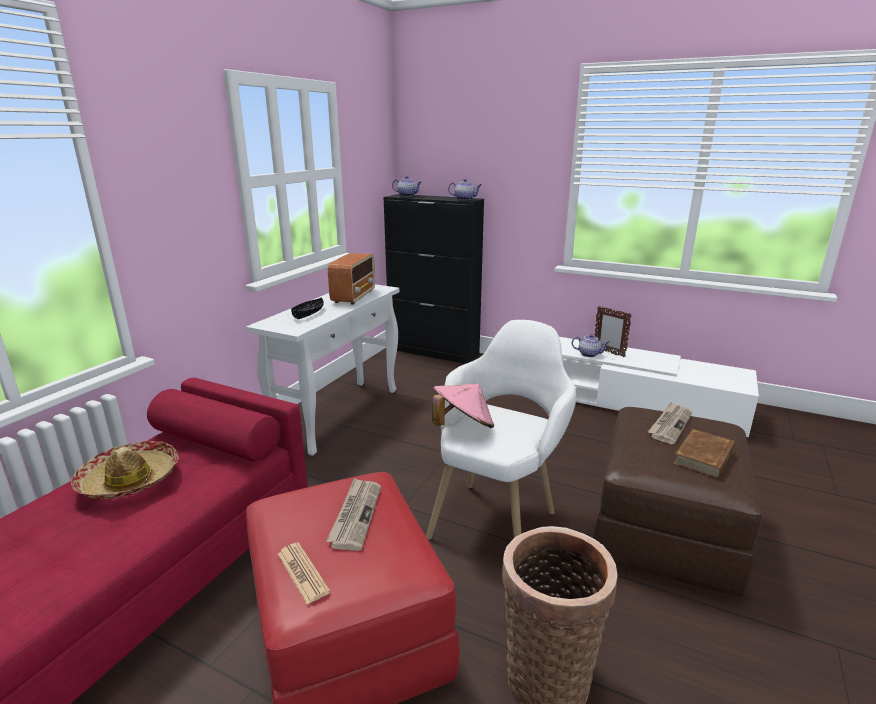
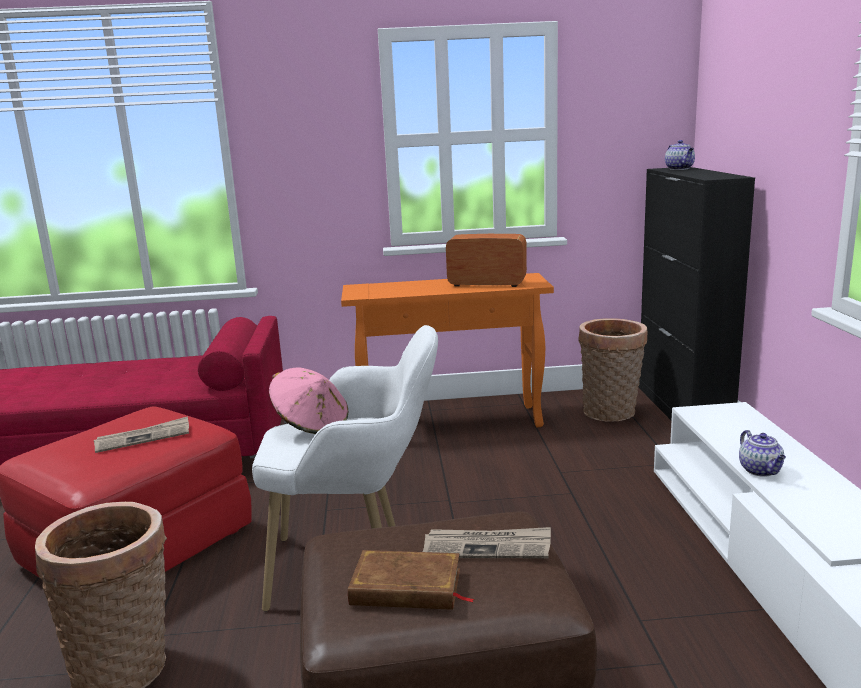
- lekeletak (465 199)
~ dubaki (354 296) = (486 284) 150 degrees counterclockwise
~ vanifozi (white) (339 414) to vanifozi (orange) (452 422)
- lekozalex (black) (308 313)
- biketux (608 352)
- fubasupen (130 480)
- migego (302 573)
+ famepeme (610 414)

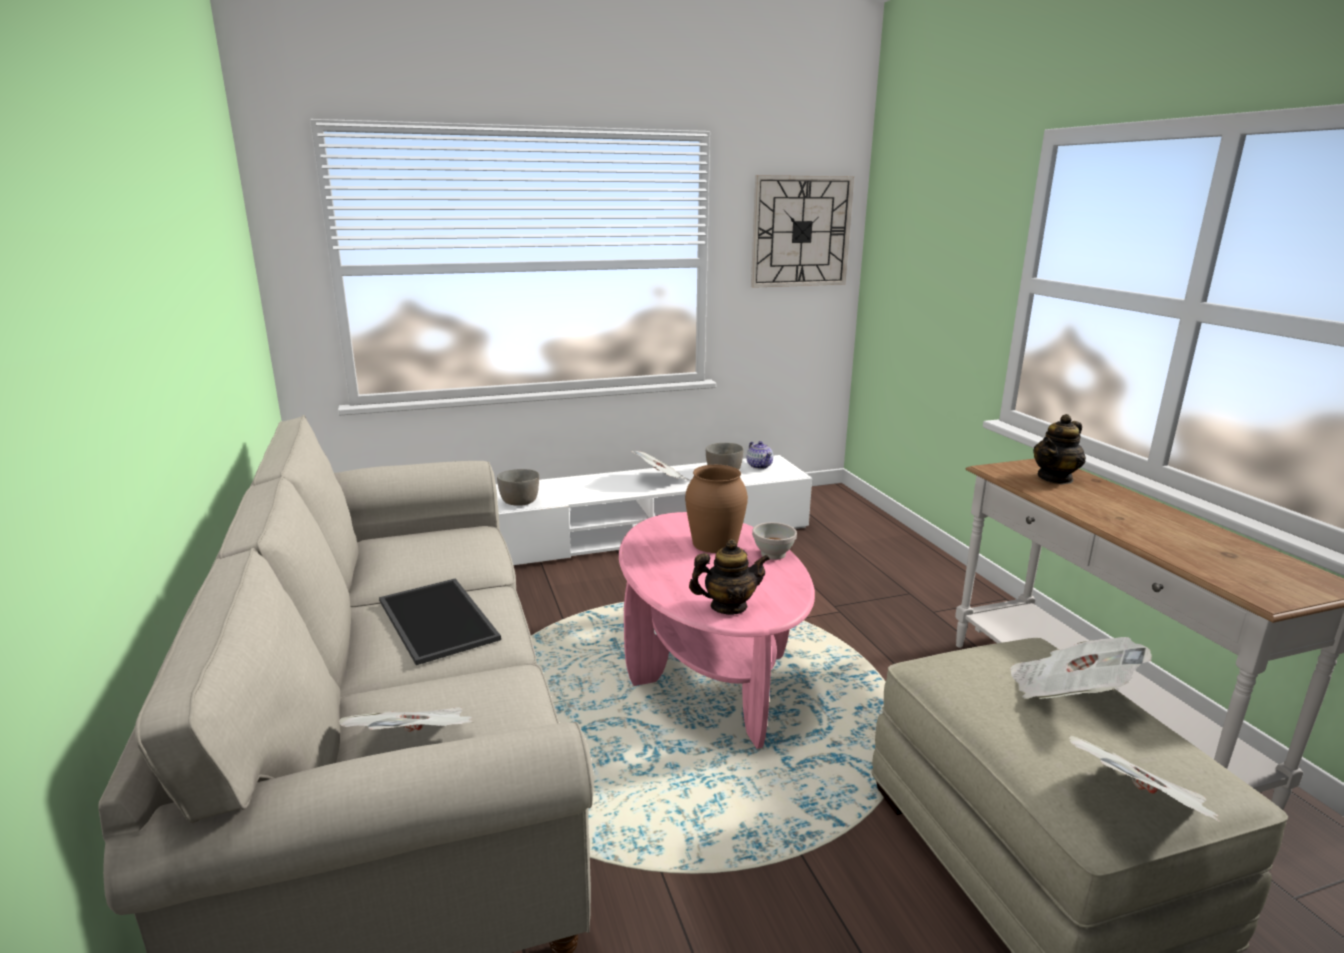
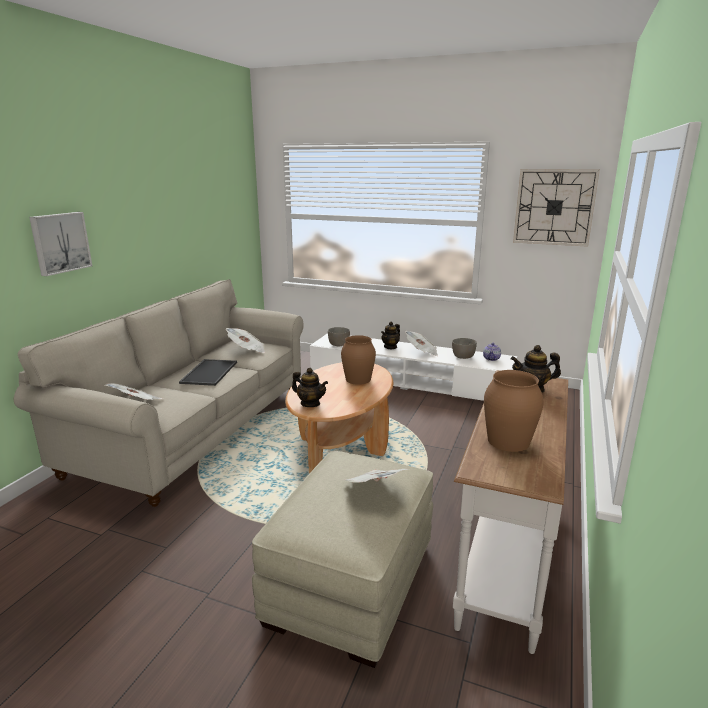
~ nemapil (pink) (709 672) to nemapil (brown) (342 448)
- lekozalex (white) (773 554)
~ migego (1140 808) to (247 350)
+ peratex (60 242)
+ lekeletak (390 347)
+ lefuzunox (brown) (508 441)

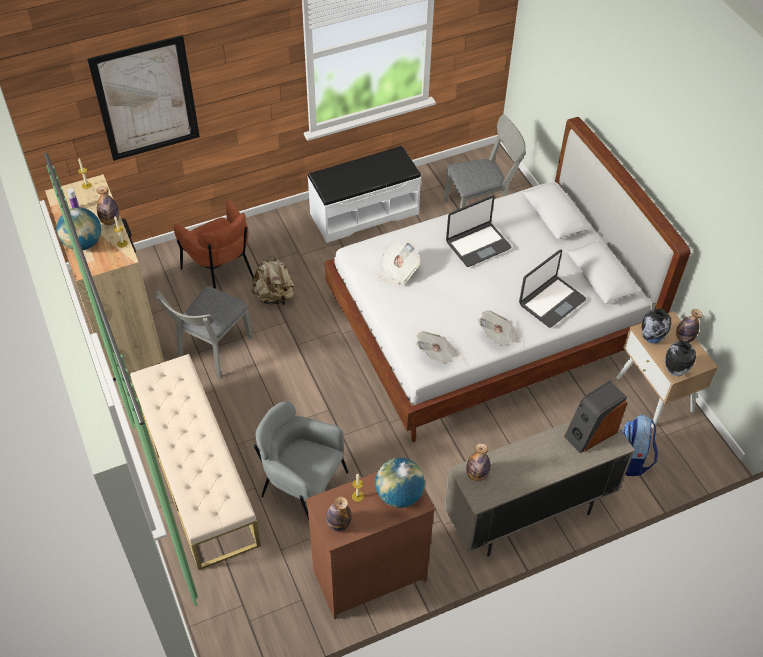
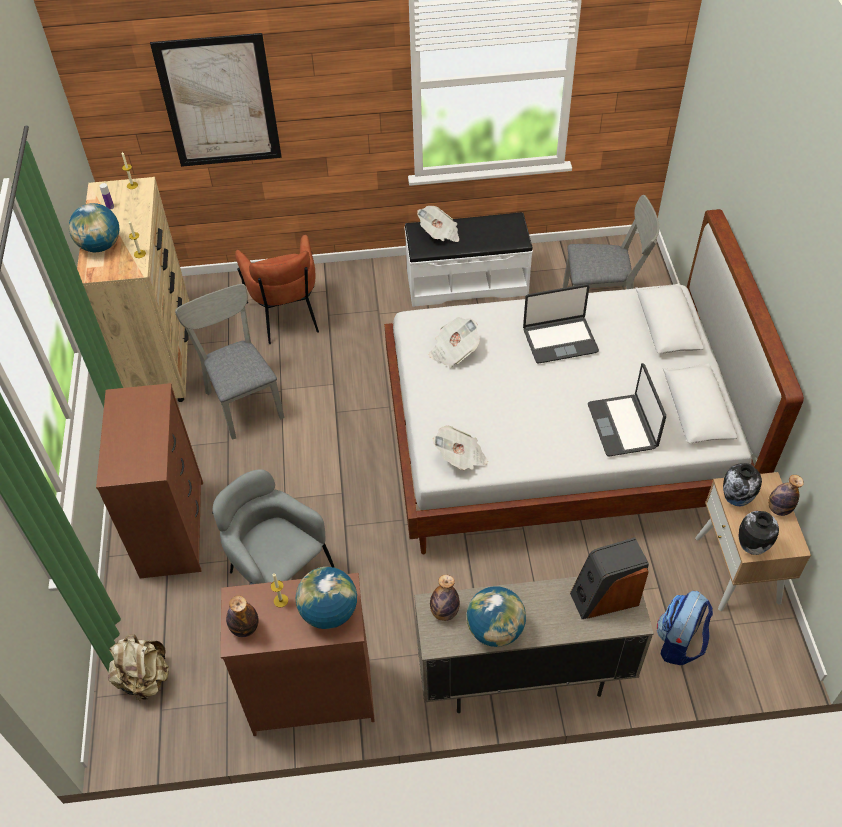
- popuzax (110 221)
~ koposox (551 302) = (623 426) 105 degrees clockwise
~ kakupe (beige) (275 296) to (144 679)
~ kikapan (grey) (212 352) = (242 400) 105 degrees clockwise
~ migego (498 336) to (439 233)
~ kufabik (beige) (197 473) to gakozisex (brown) (173 528)
+ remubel (495 630)

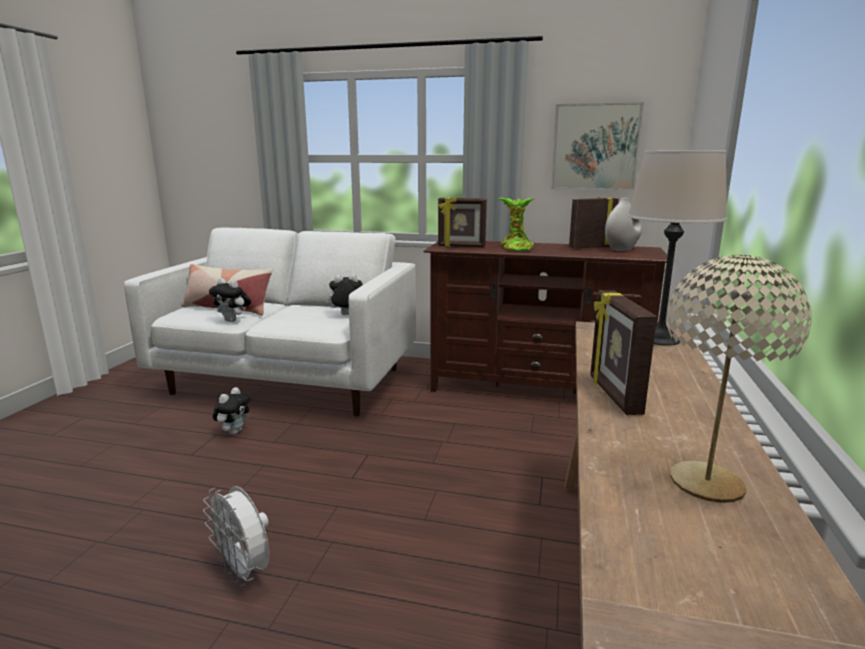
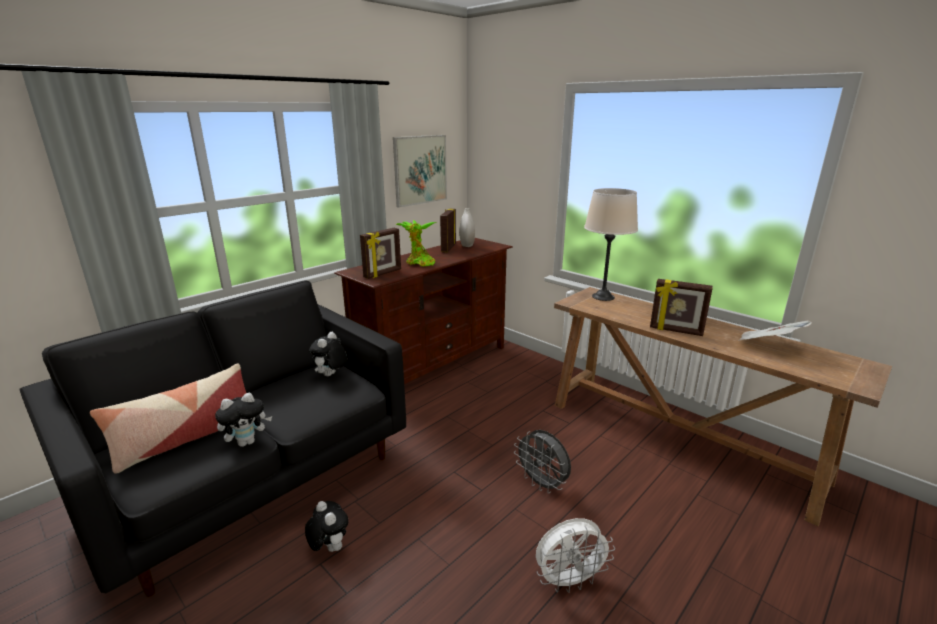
~ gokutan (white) (288 381) to gokutan (black) (253 481)
~ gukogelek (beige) (705 483) to migego (768 345)
+ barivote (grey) (542 484)

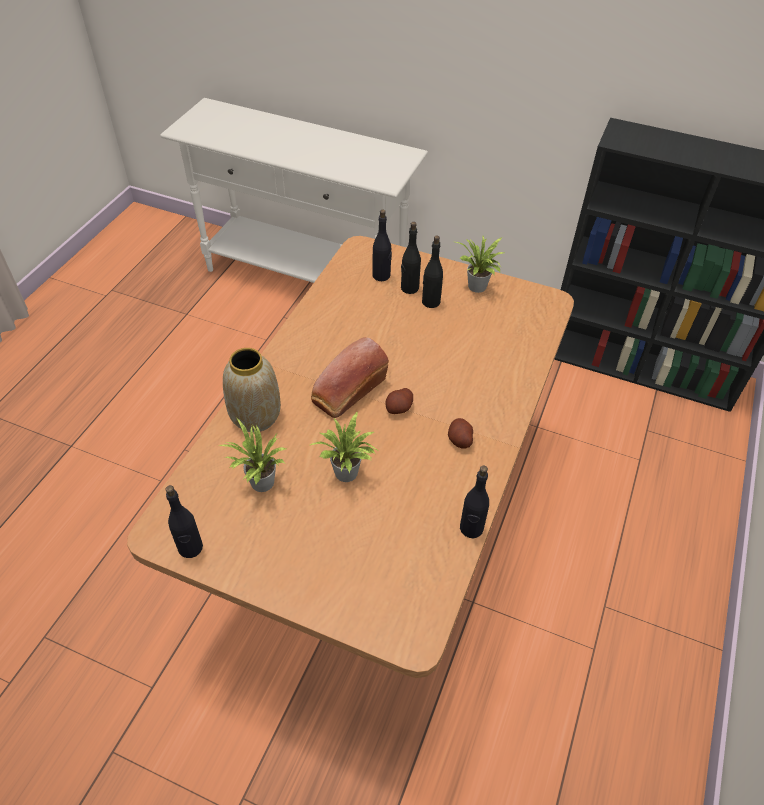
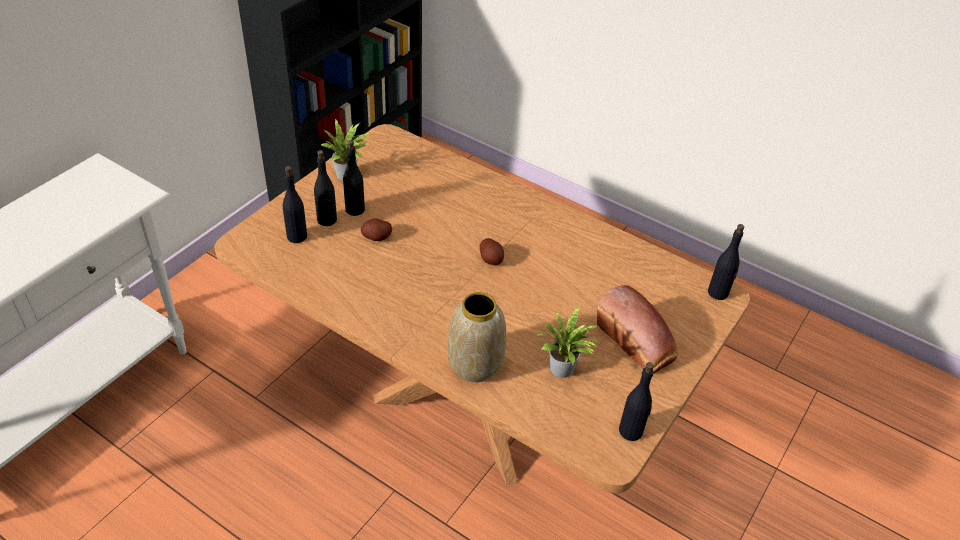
~ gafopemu (347 391) to (637 344)
- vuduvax (348 475)
~ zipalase (459 440) to (376 237)
~ popuzax (black) (471 528) to (718 293)

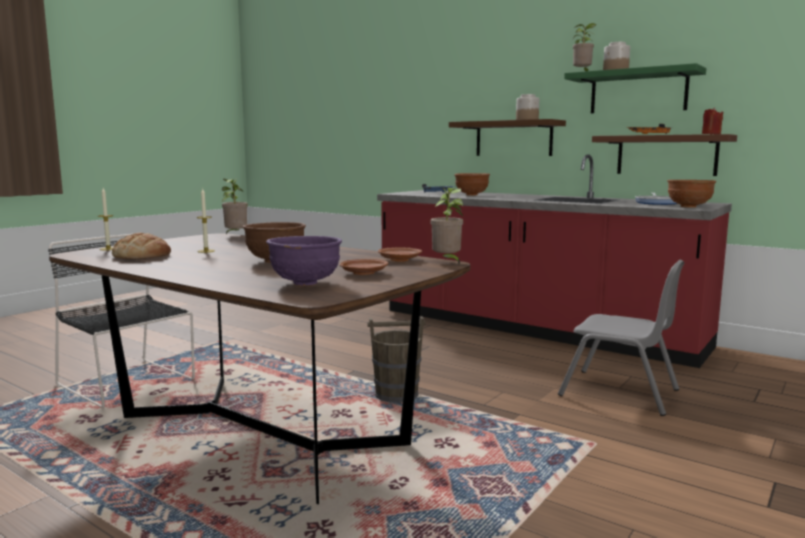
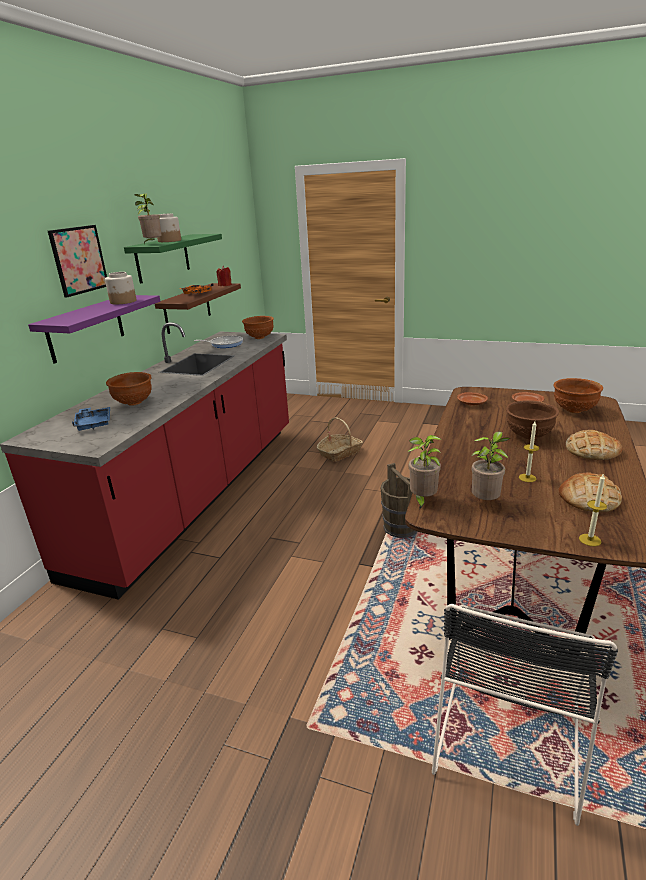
~ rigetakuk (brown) (513 138) to rigetakuk (purple) (86 328)
~ vuduvax (447 262) to (486 502)
~ lekozalex (purple) (306 283) to lekozalex (brown) (573 410)
~ kikapan (grey) (620 393) to famepeme (340 453)
+ peratex (79 260)
+ gafopemu (591 451)

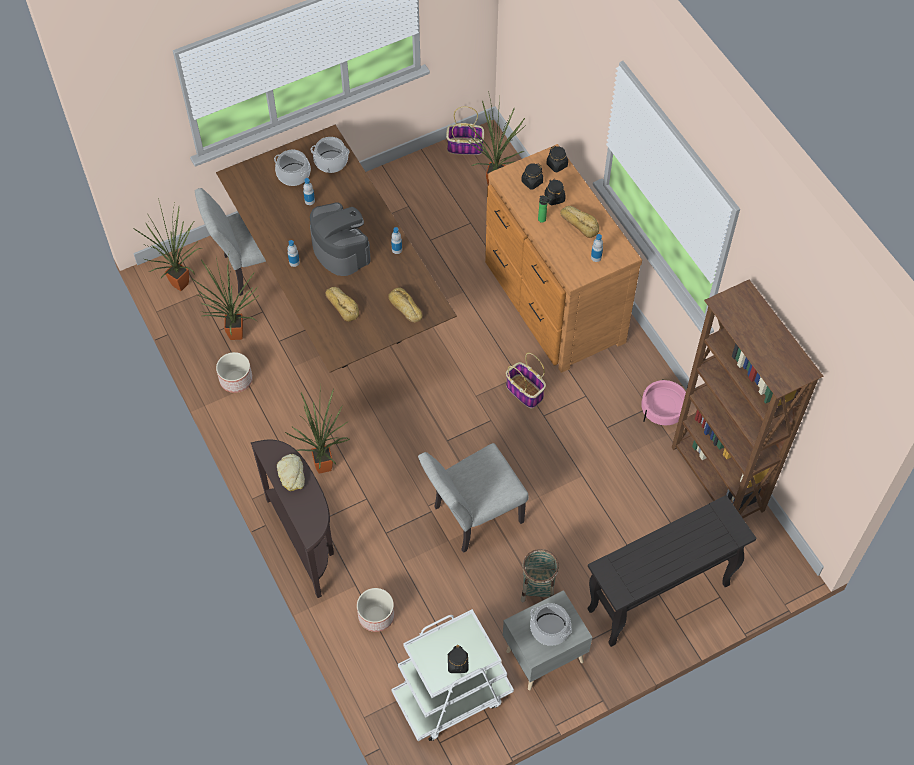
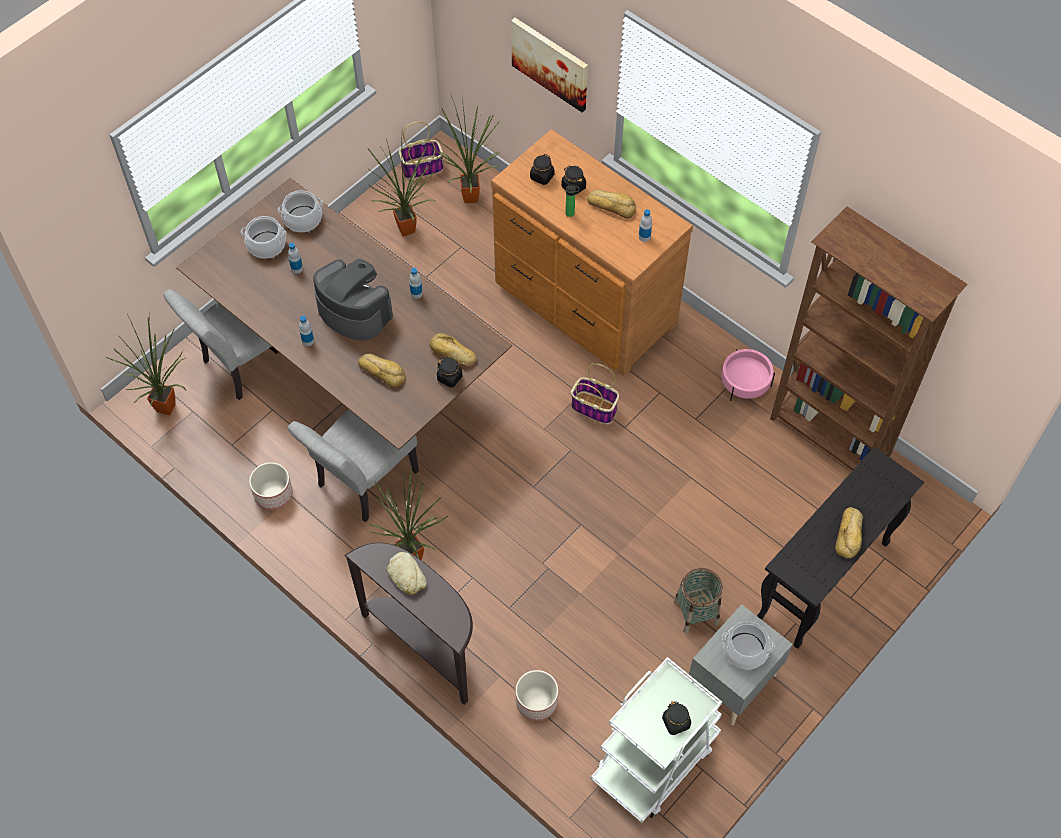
~ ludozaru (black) (557 165) to (450 378)
~ vuduvax (235 337) to (407 232)
~ kikapan (grey) (472 517) to (362 483)
+ peratex (550 63)
+ gafopemu (849 535)

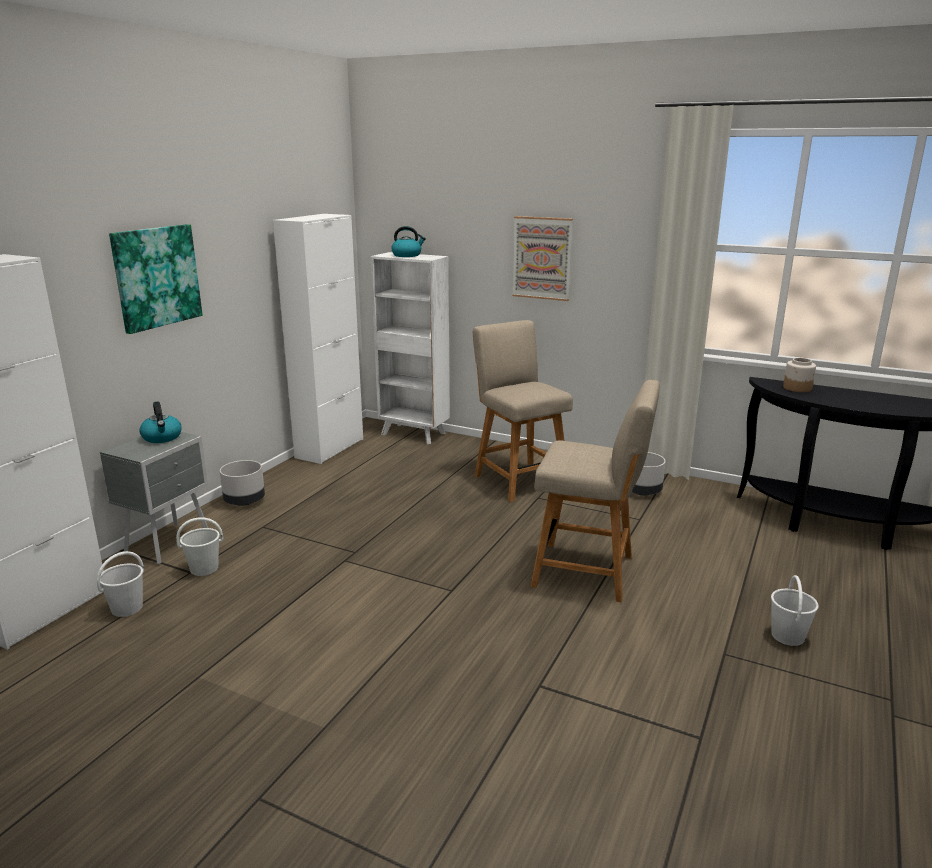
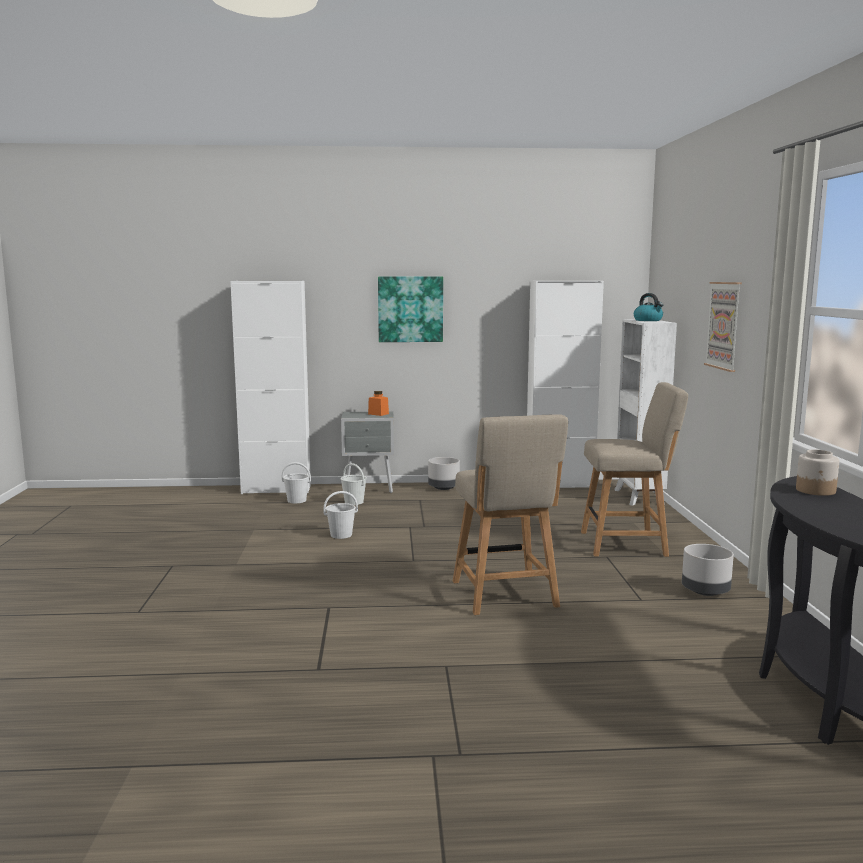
~ kikapan (beige) (518 479) = (628 544) 60 degrees clockwise
~ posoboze (162 438) to ludozaru (orange) (378 414)
~ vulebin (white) (787 636) to (341 535)

